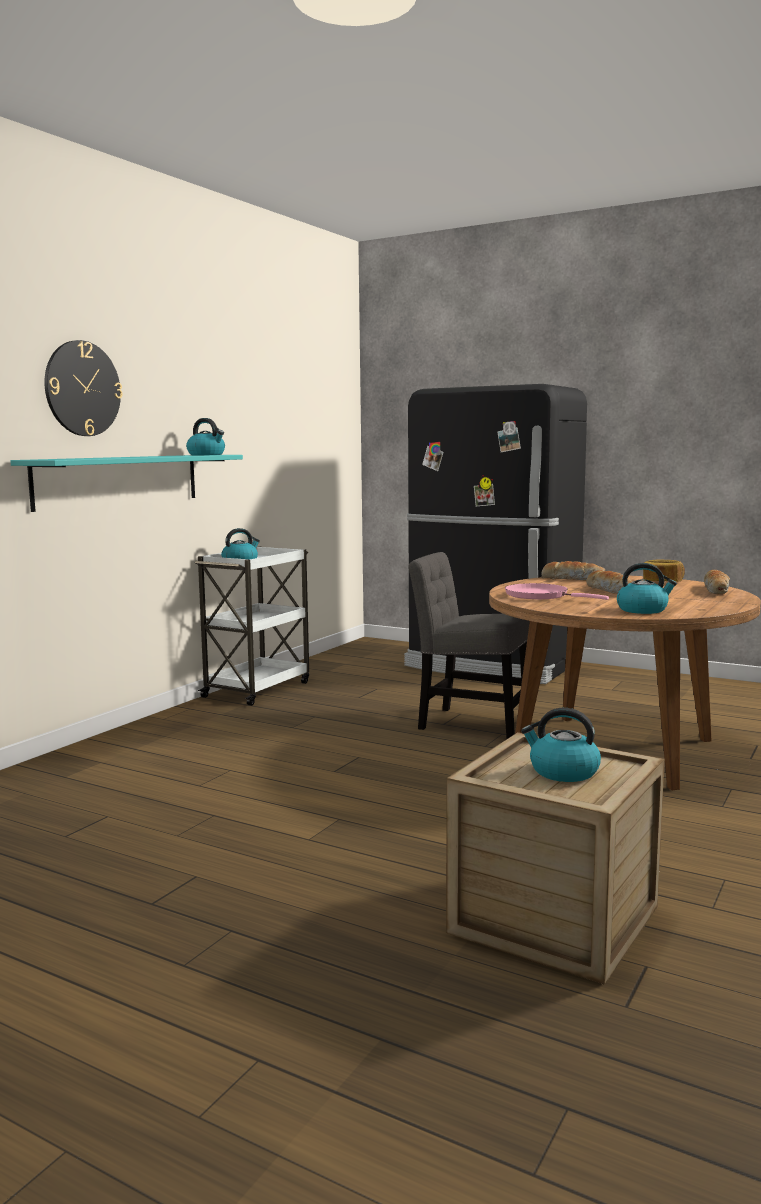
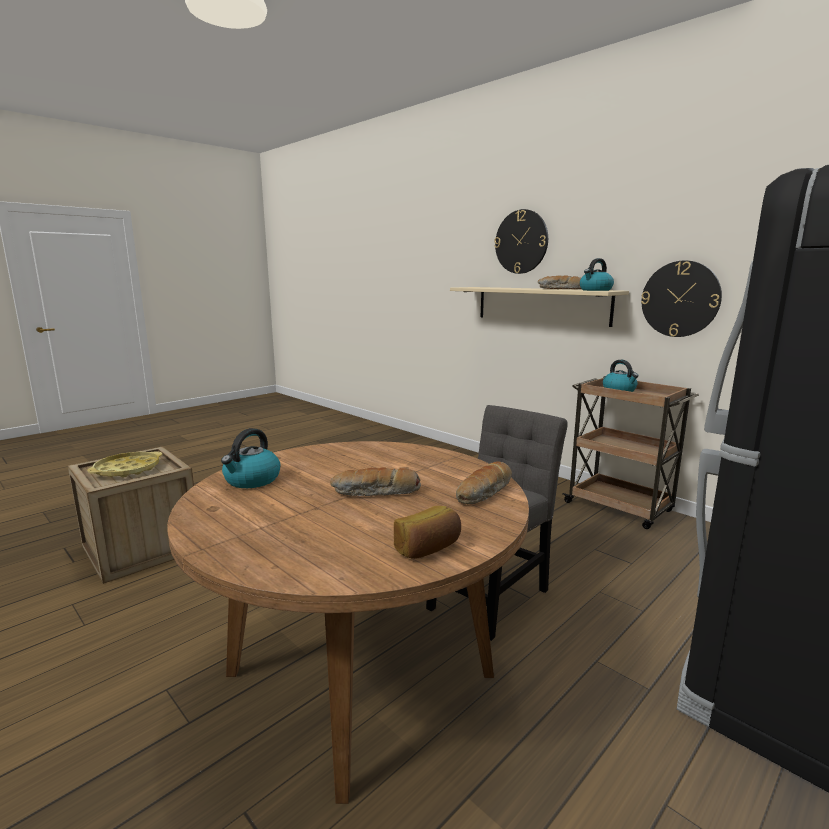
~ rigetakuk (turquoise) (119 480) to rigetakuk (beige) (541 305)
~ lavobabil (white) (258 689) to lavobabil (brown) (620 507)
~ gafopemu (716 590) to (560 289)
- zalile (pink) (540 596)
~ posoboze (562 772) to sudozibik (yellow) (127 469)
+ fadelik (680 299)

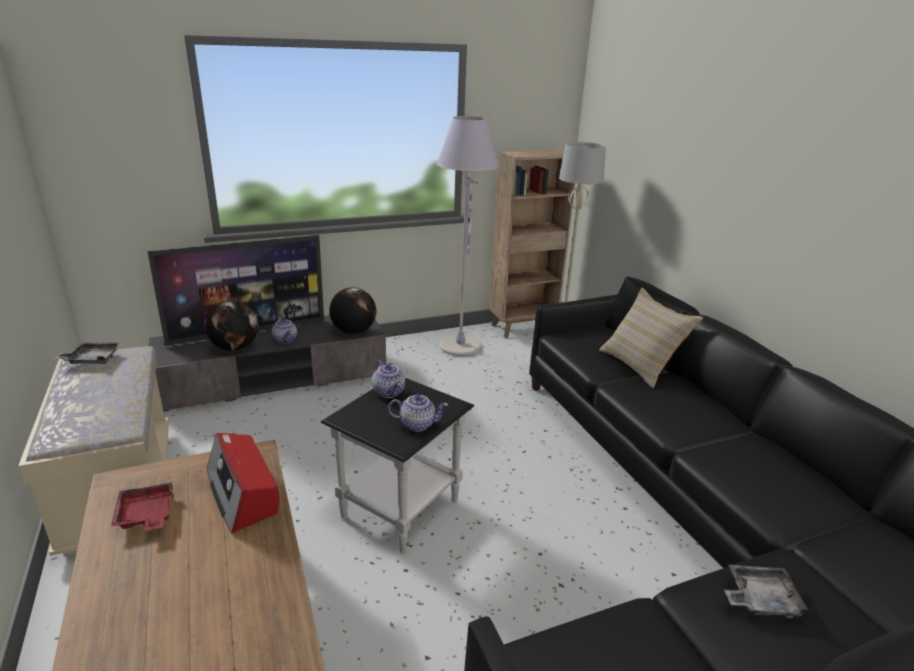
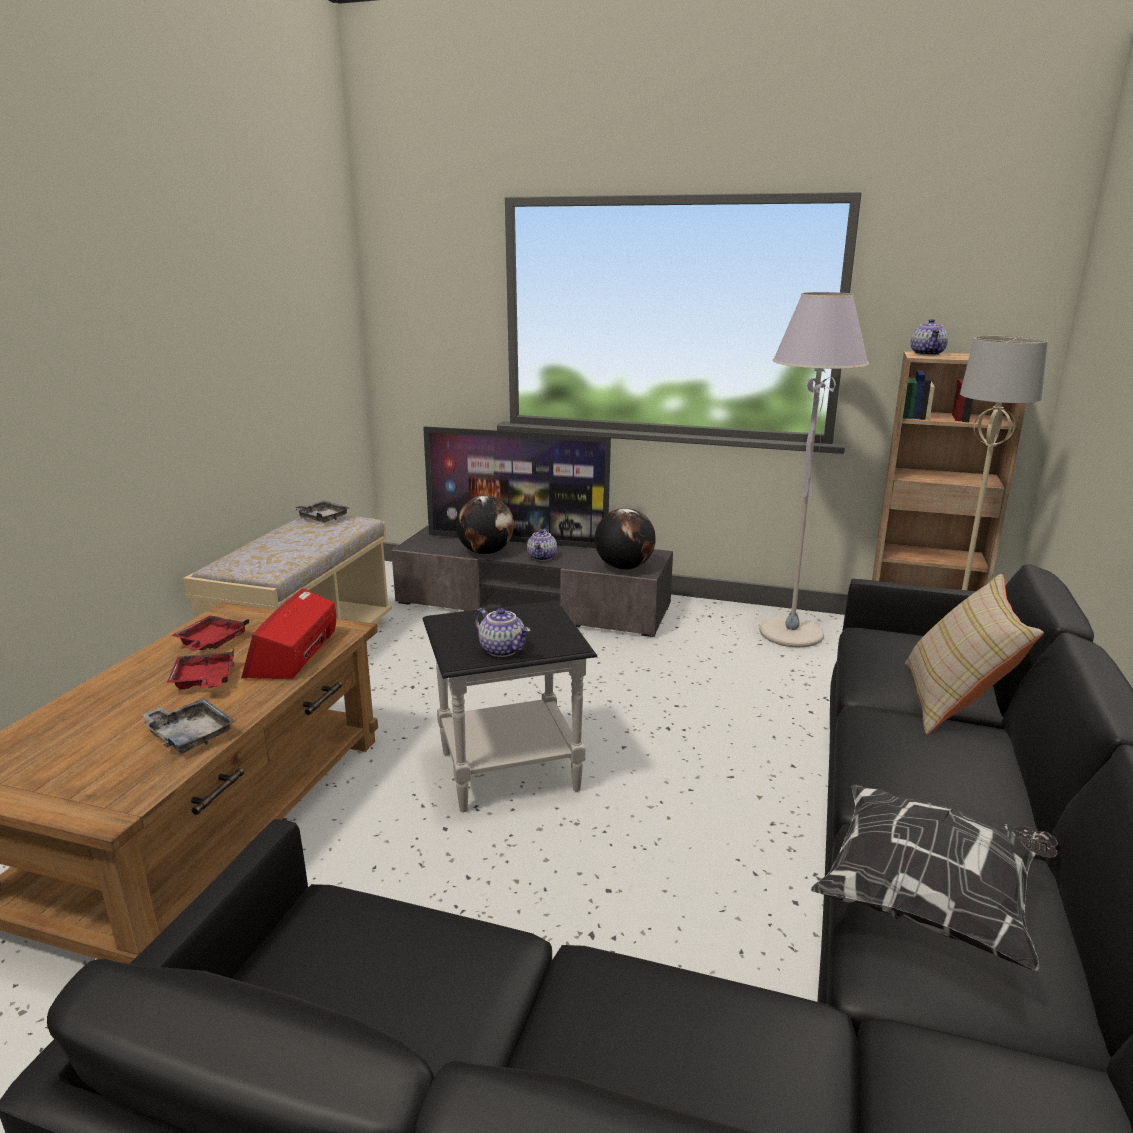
~ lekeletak (389 392) to (928 354)
~ sudozibik (grey) (760 599) to (189 735)
+ sudozibik (red) (204 681)
+ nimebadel (931 901)

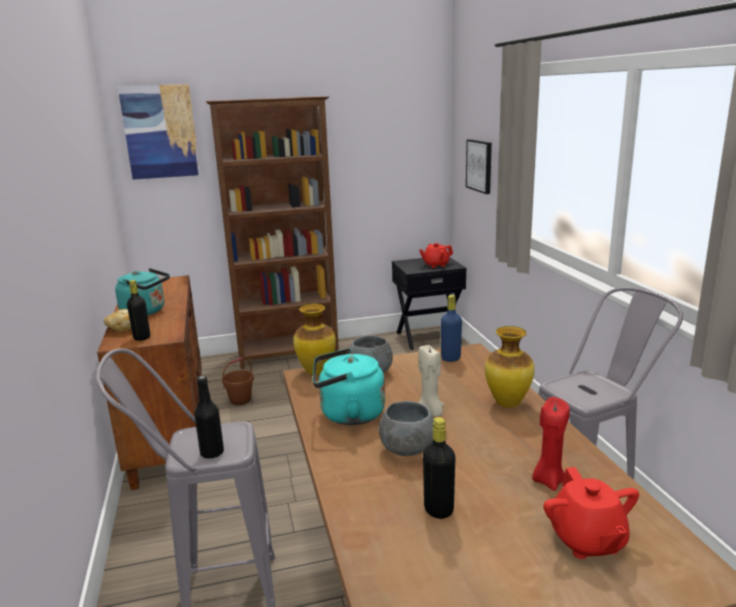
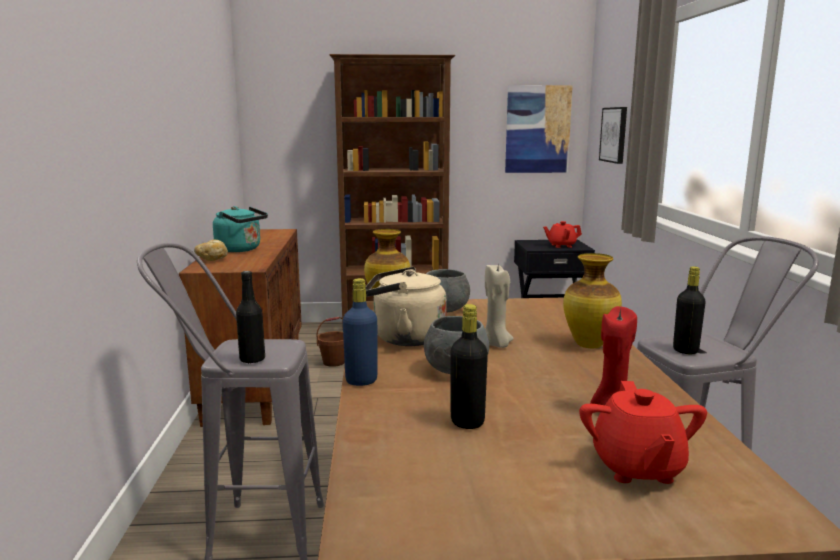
~ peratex (160 132) to (537 129)
~ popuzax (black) (142 337) to (685 350)
~ popuzax (blue) (450 358) to (361 381)
~ posoboze (turquoise) (348 414) to posoboze (beige) (404 338)

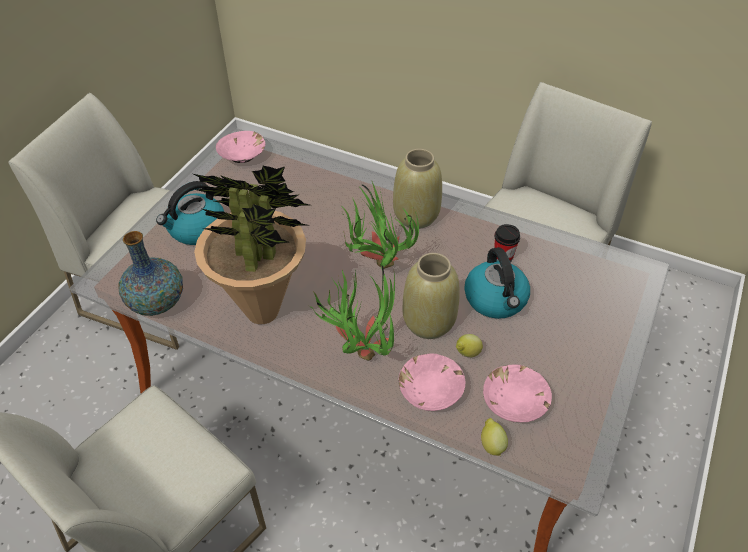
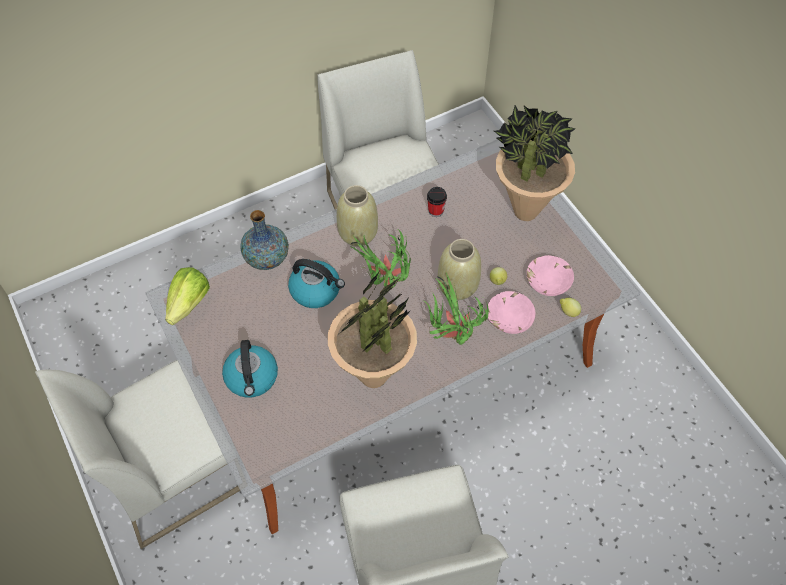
~ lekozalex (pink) (242 155) to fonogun (189 304)
~ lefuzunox (157 302) to (266 258)
~ posoboze (496 300) to (316 290)
+ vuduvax (525 211)

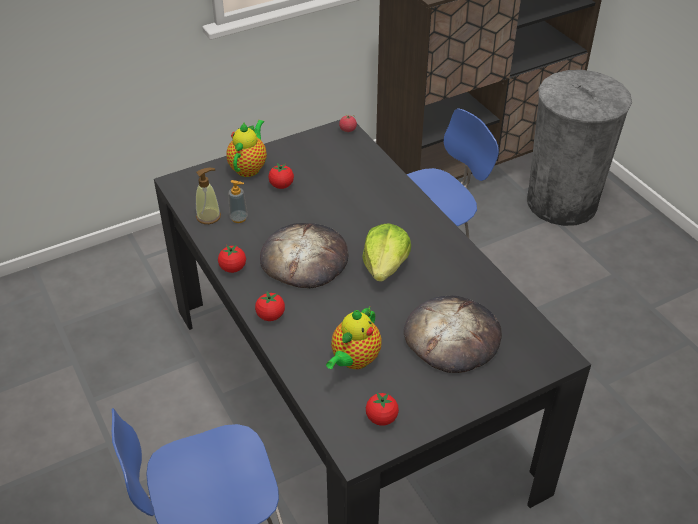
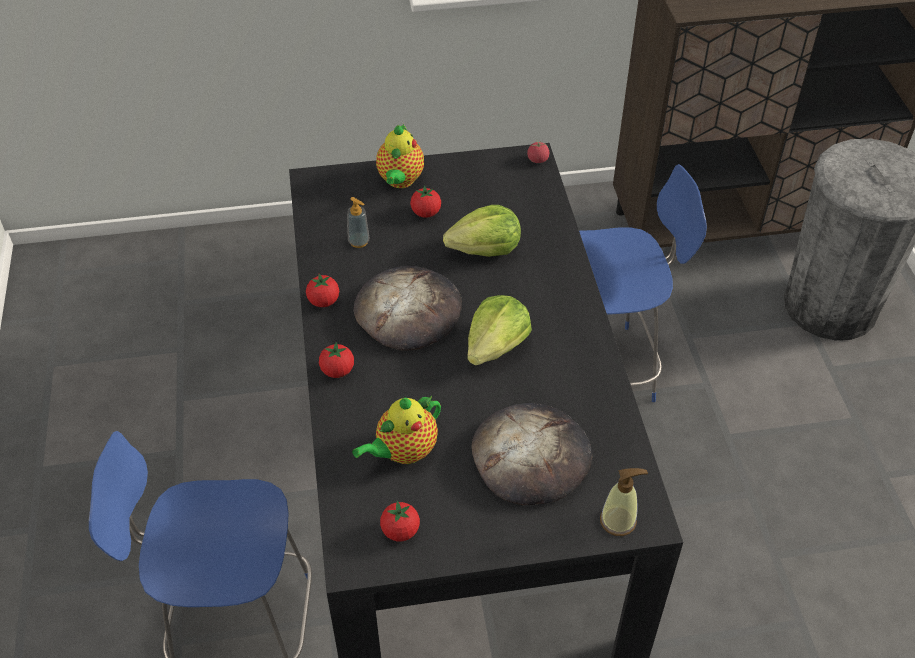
~ lekeletak (249 167) = (400 181) 150 degrees clockwise
~ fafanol (209 216) to (618 521)
+ fonogun (485 249)

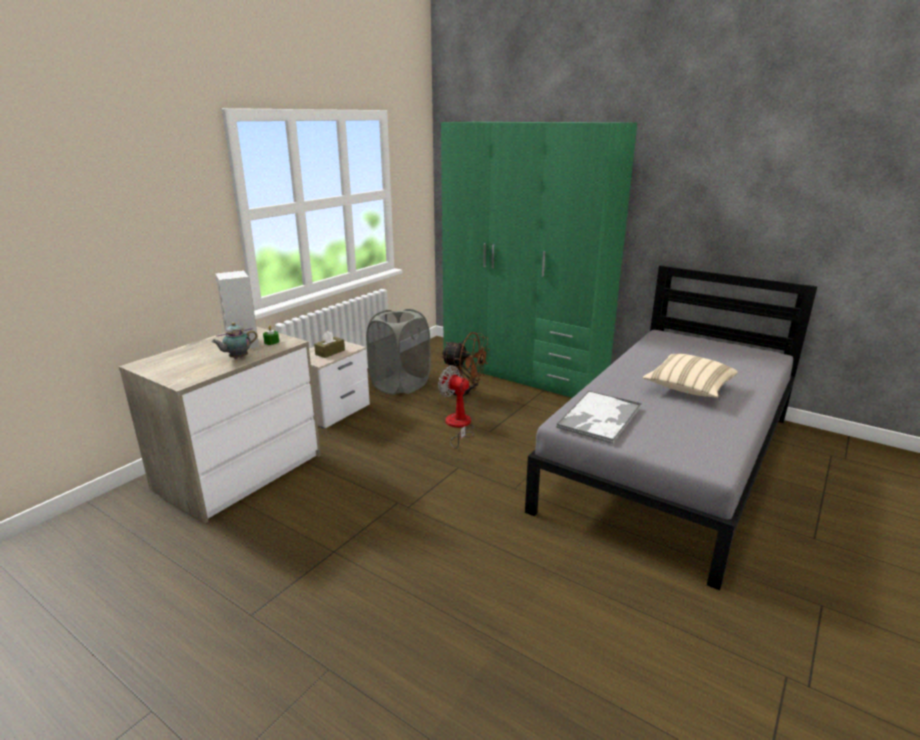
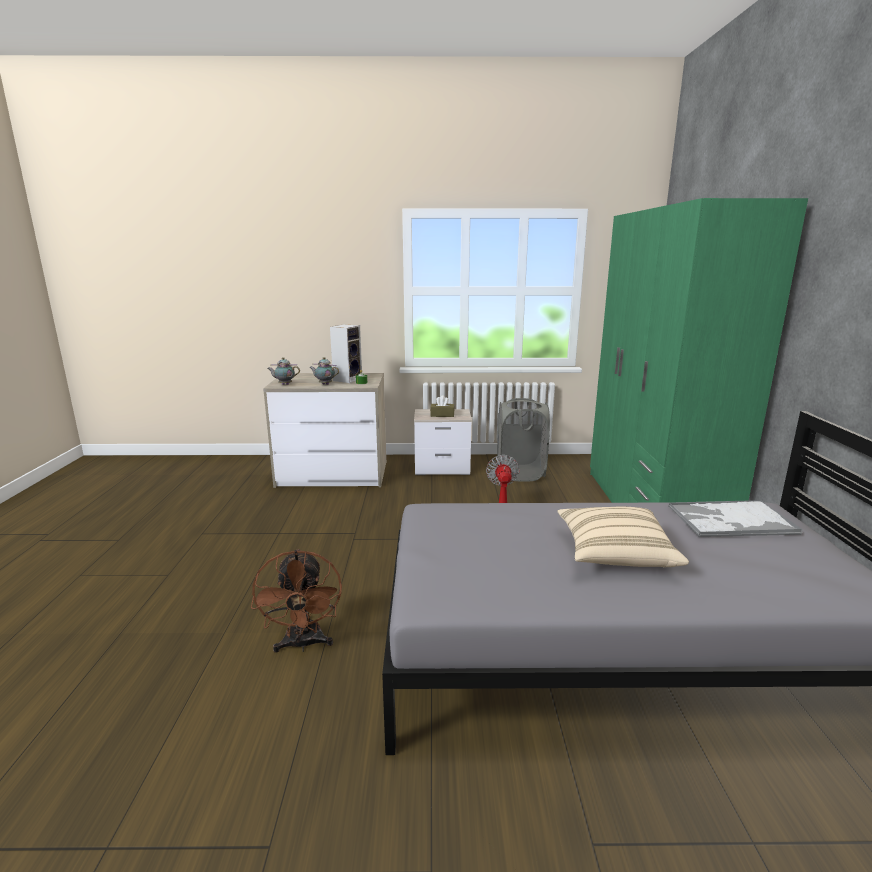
~ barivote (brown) (465 394) to (303 644)
~ sudozibik (599 417) to (730 520)
+ lekeletak (284 384)

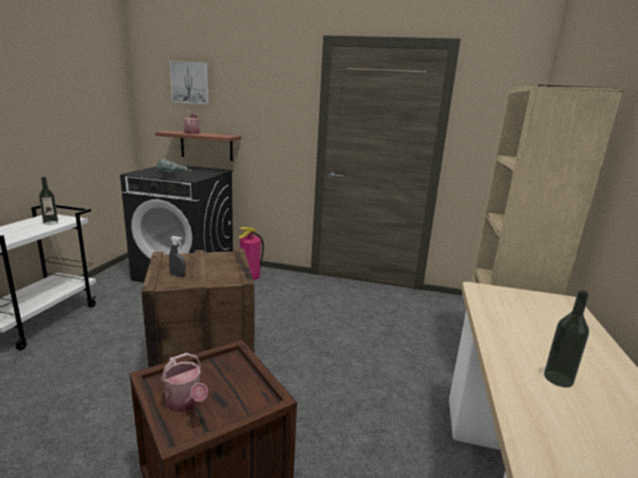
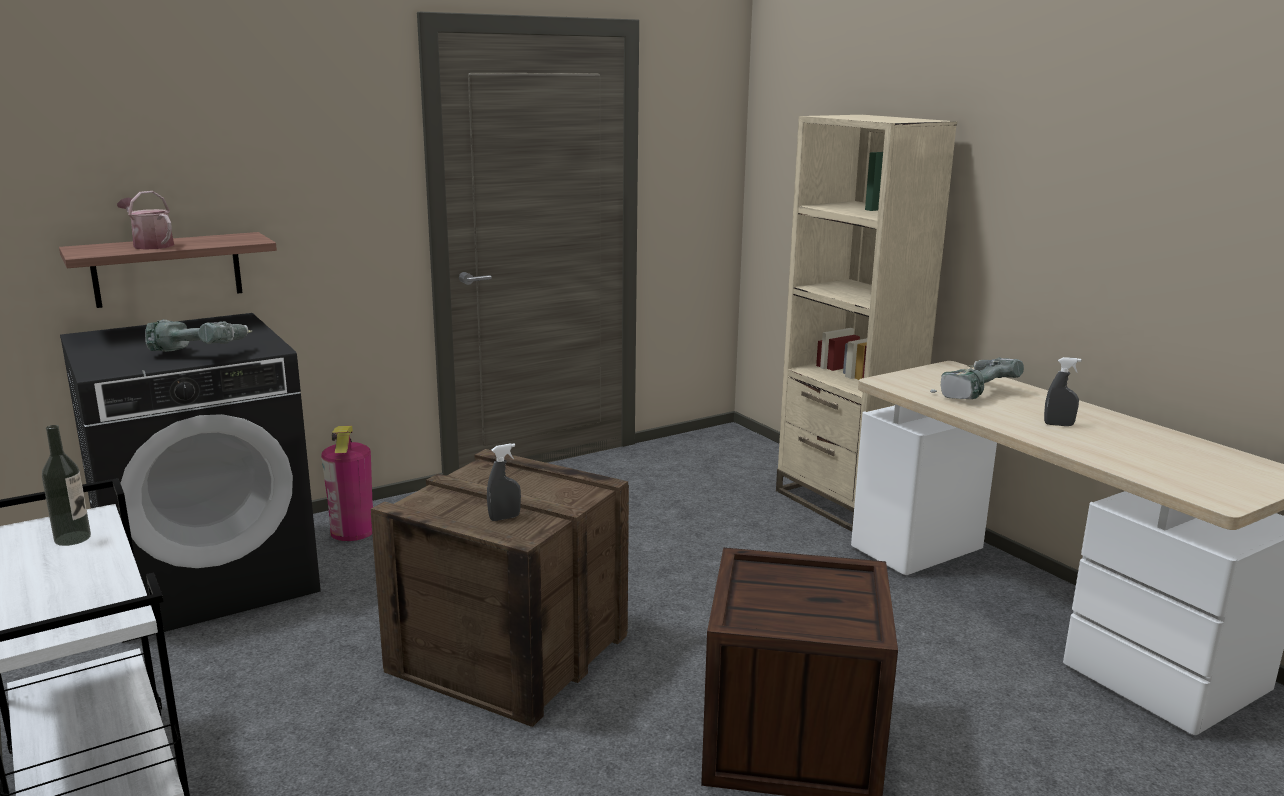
- peratex (190 83)
~ popuzax (558 379) to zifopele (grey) (1058 425)
- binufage (186 403)
+ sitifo (973 393)

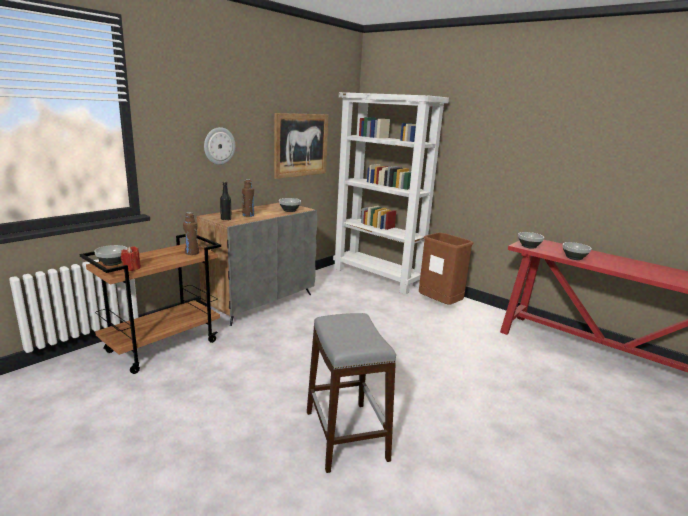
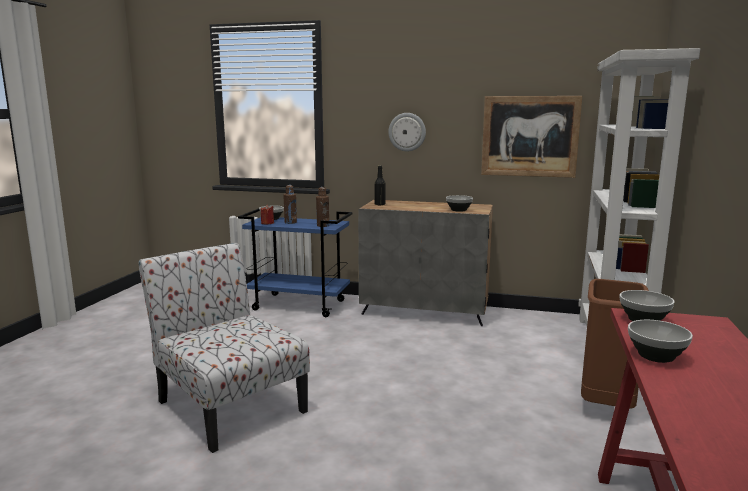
~ popuzax (brown) (248 215) to (290 222)
~ lavobabil (brown) (163 346) to lavobabil (blue) (300 305)
~ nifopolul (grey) (345 435) to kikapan (229 405)

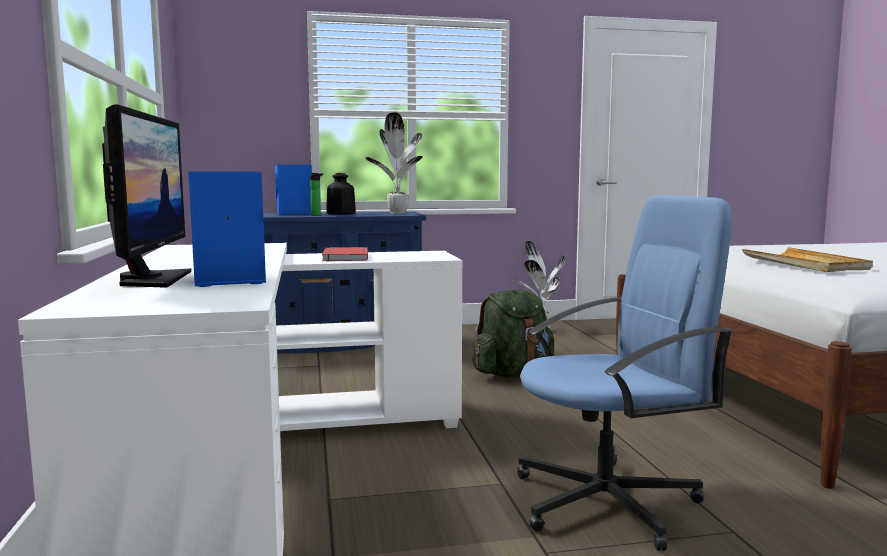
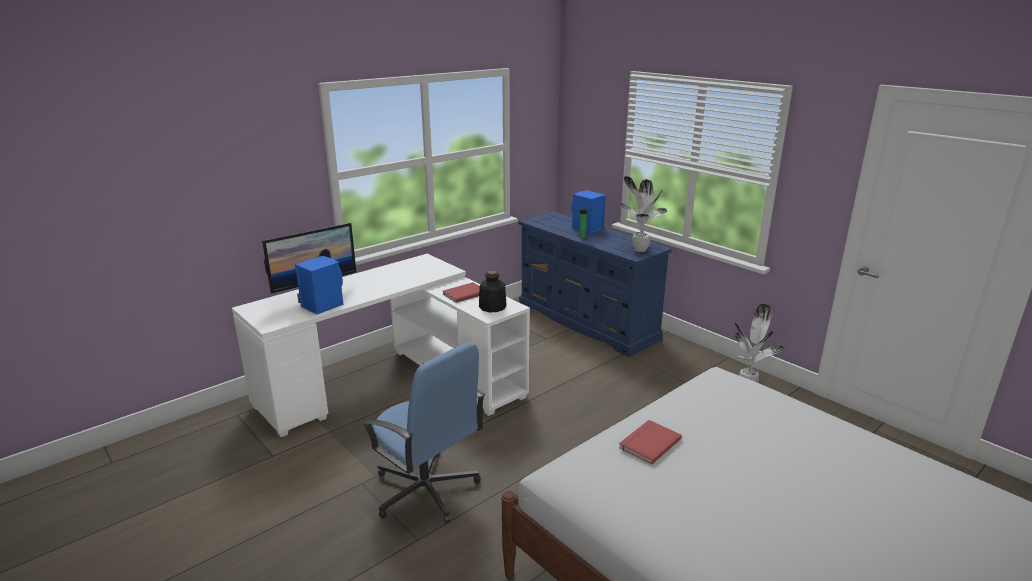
~ popuzax (341 213) to (492 307)
~ sudozibik (beige) (804 264) to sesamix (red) (648 443)
- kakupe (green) (512 374)

